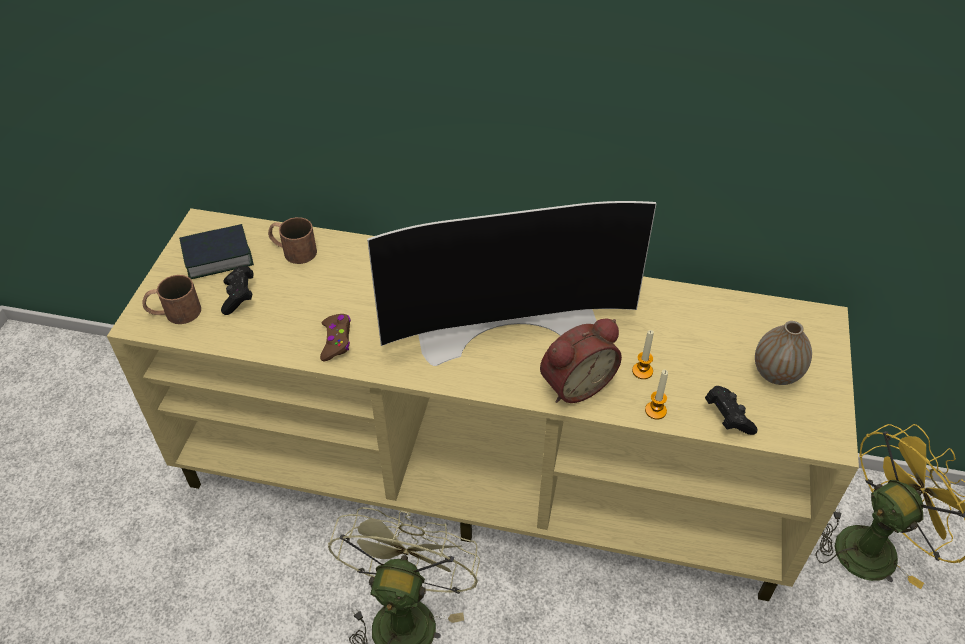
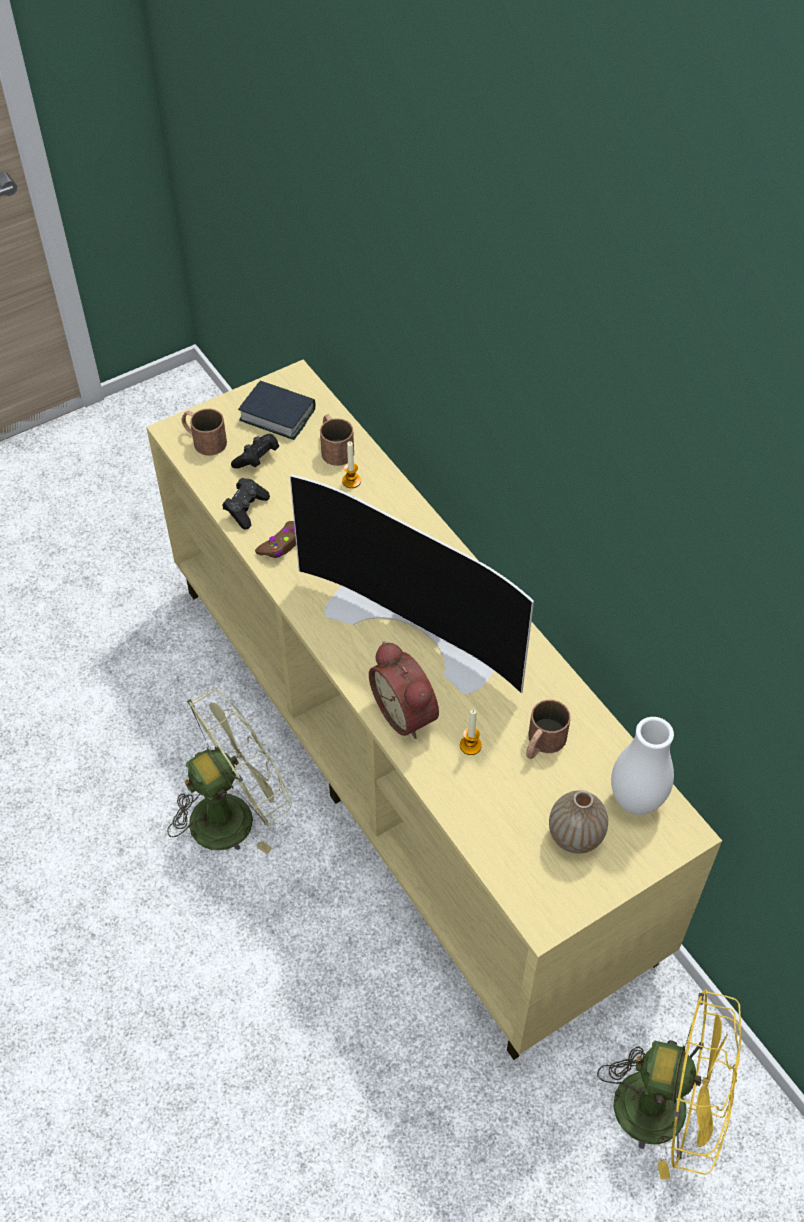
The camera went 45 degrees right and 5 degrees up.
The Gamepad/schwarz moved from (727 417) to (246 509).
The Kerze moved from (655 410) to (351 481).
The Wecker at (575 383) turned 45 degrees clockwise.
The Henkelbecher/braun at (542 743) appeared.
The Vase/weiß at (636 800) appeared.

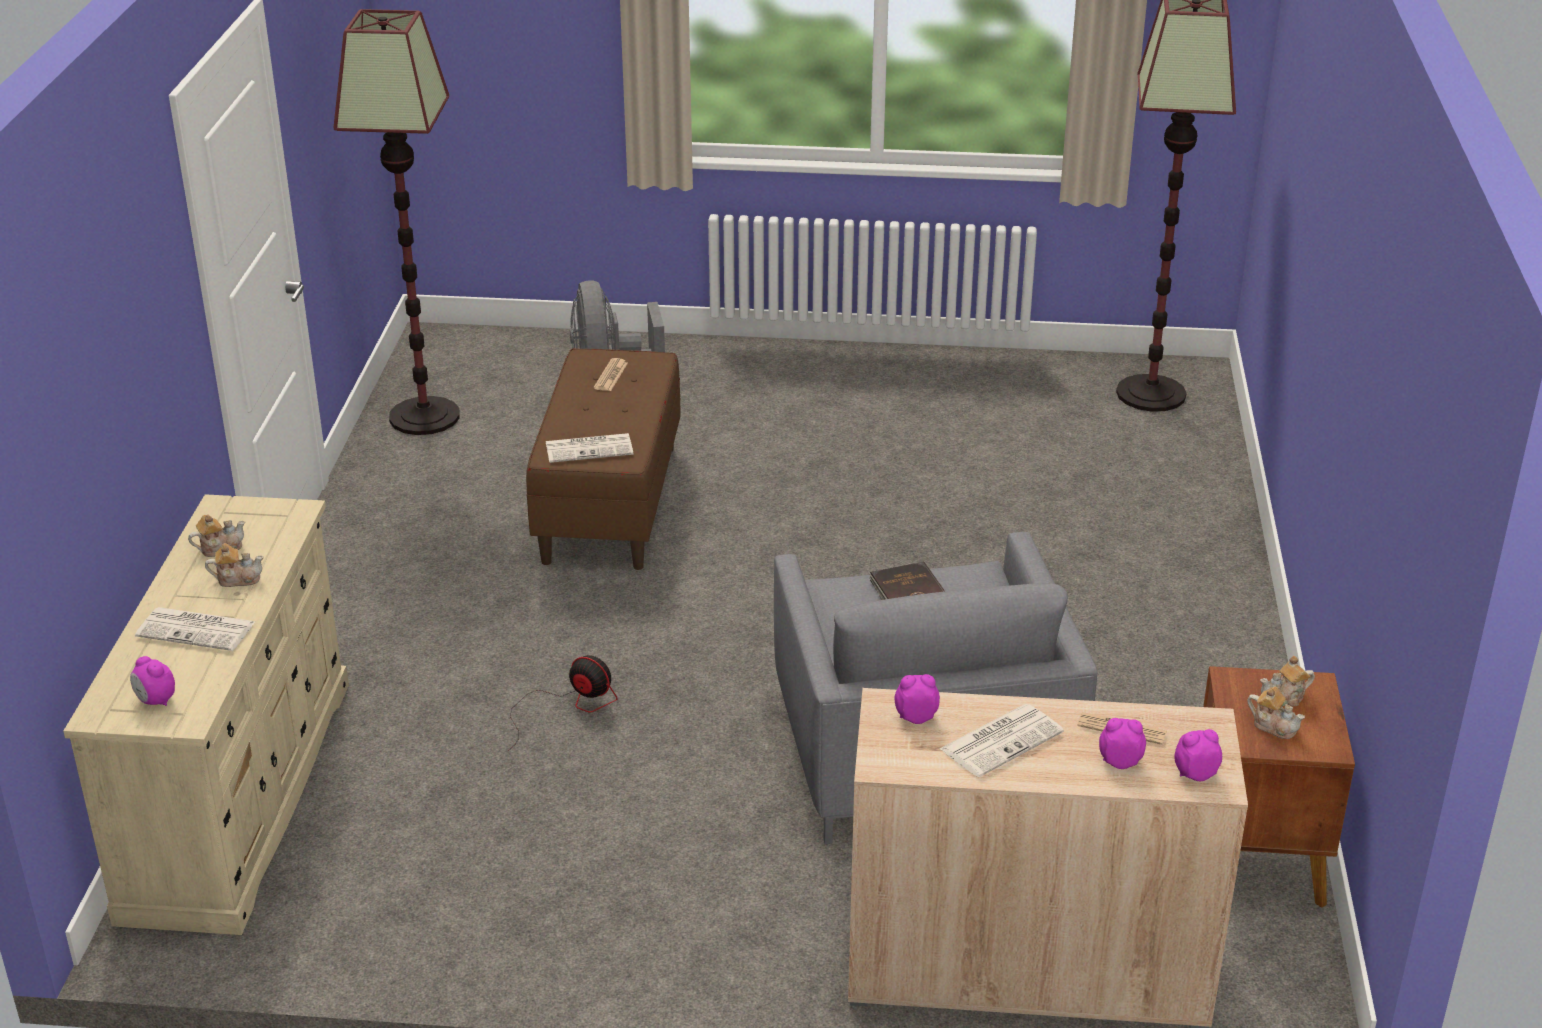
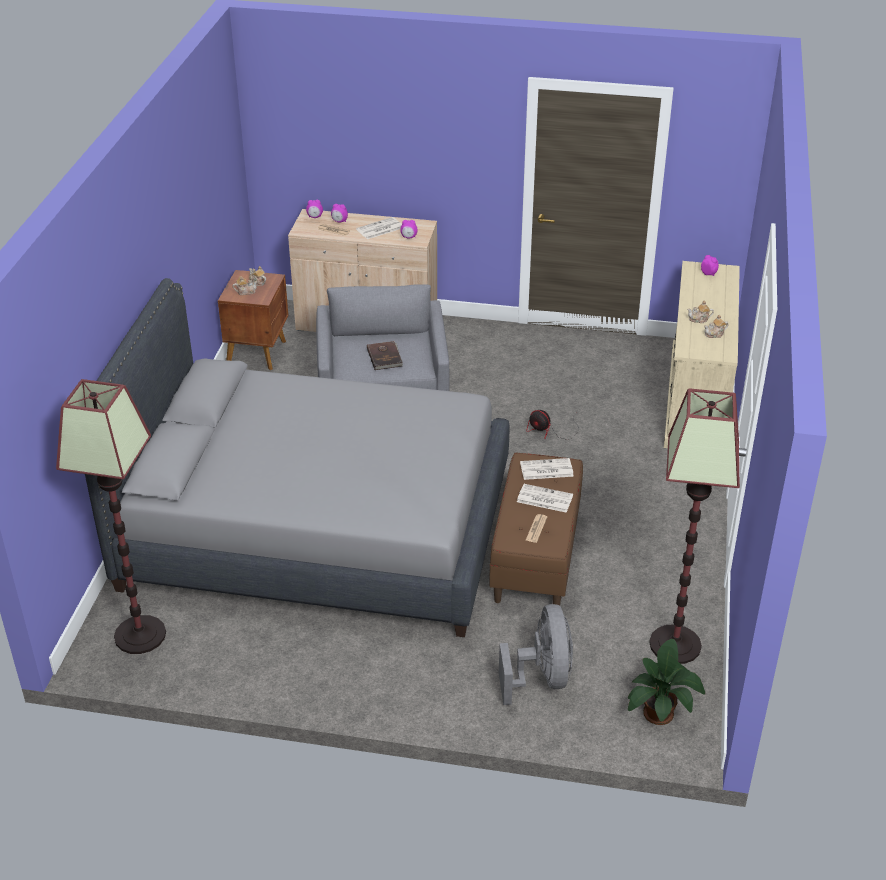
The camera went 175 degrees left and 5 degrees up.
The Bett/grau at (317 529) appeared.
The Zeitung moved from (198 630) to (544 499).
The Topfpflanze at (660 711) appeared.

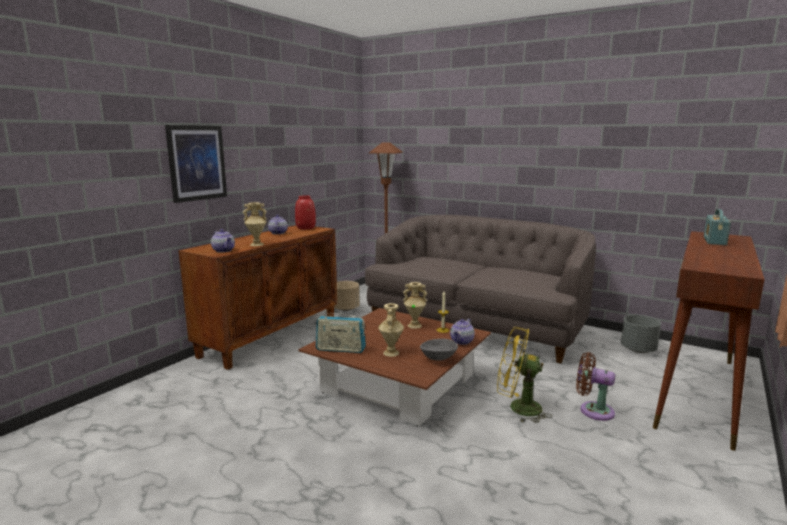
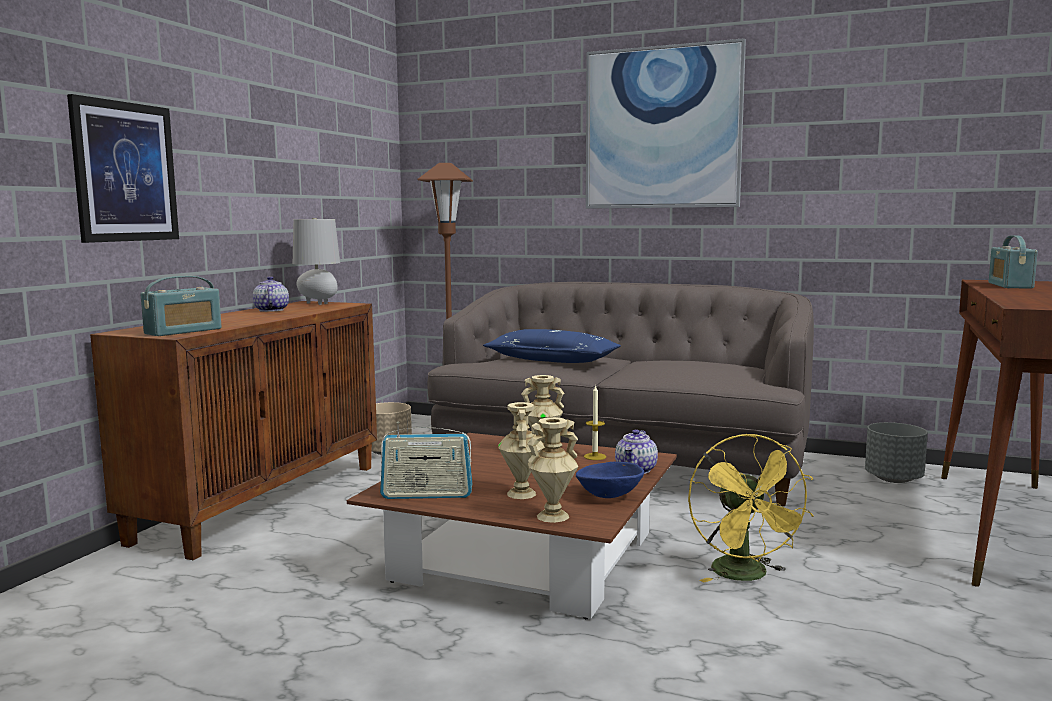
The camera went 10 degrees left and 5 degrees down.
The Teekanne at (224 250) was replaced by the Radio at (183 331).
The Vase/rot at (306 228) was replaced by the Tischlampe/grau at (318 303).
The Kissen/blau at (552 360) appeared.
The Vase/beige moved from (256 244) to (553 516).
The Schüssel/grau at (438 359) became the Schüssel/blau at (609 496).
The Bild at (662 128) appeared.
The Ventilator/gelb at (518 408) turned 105 degrees counterclockwise.
The Ventilator/braun at (593 410) disappeared.

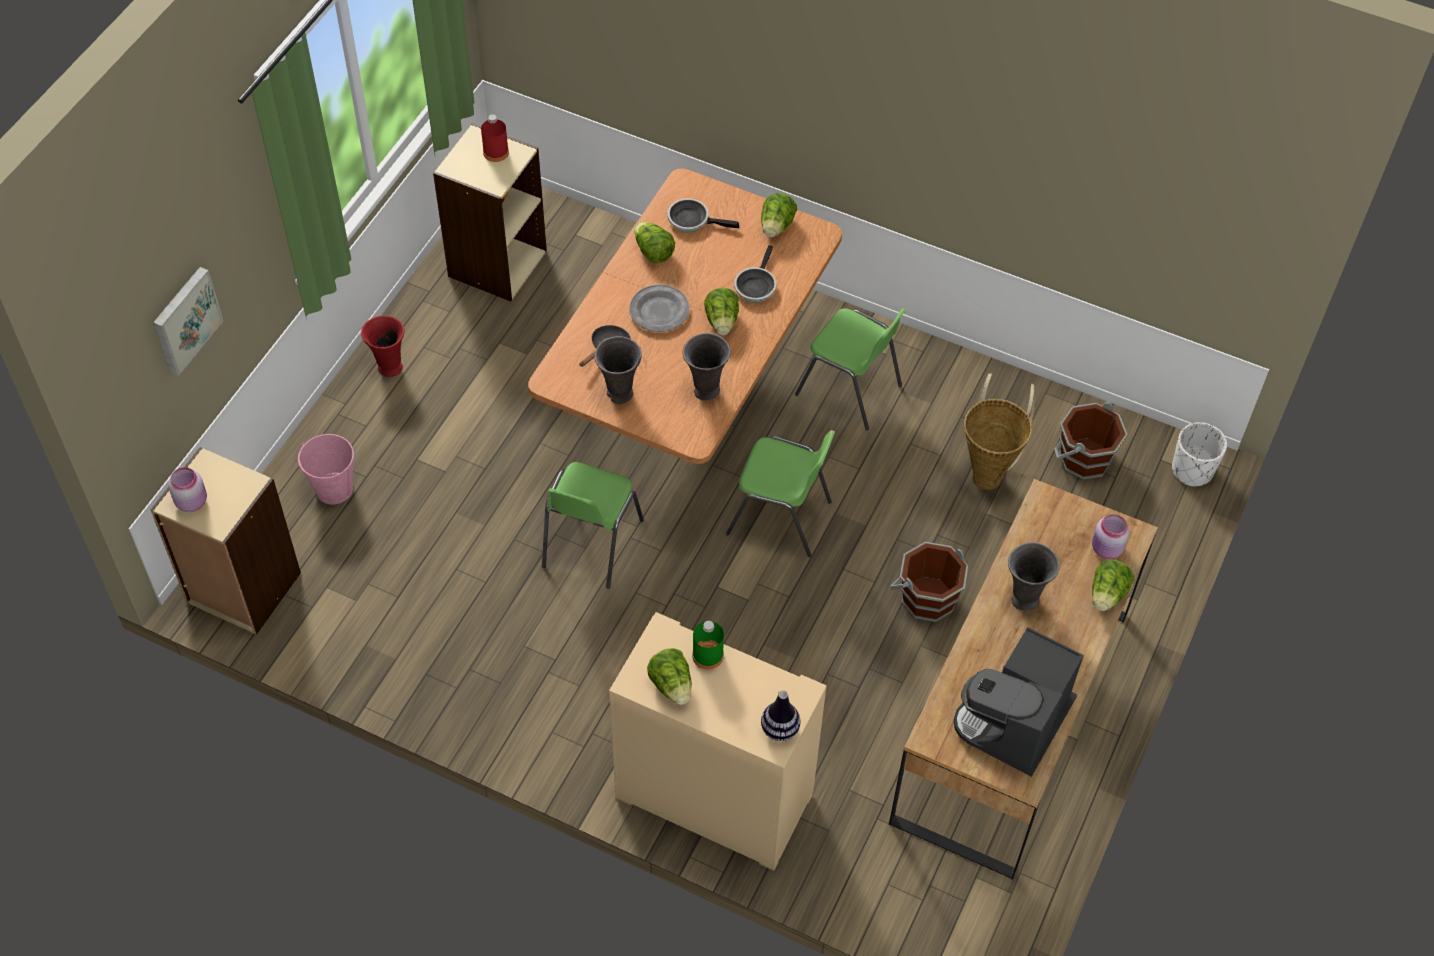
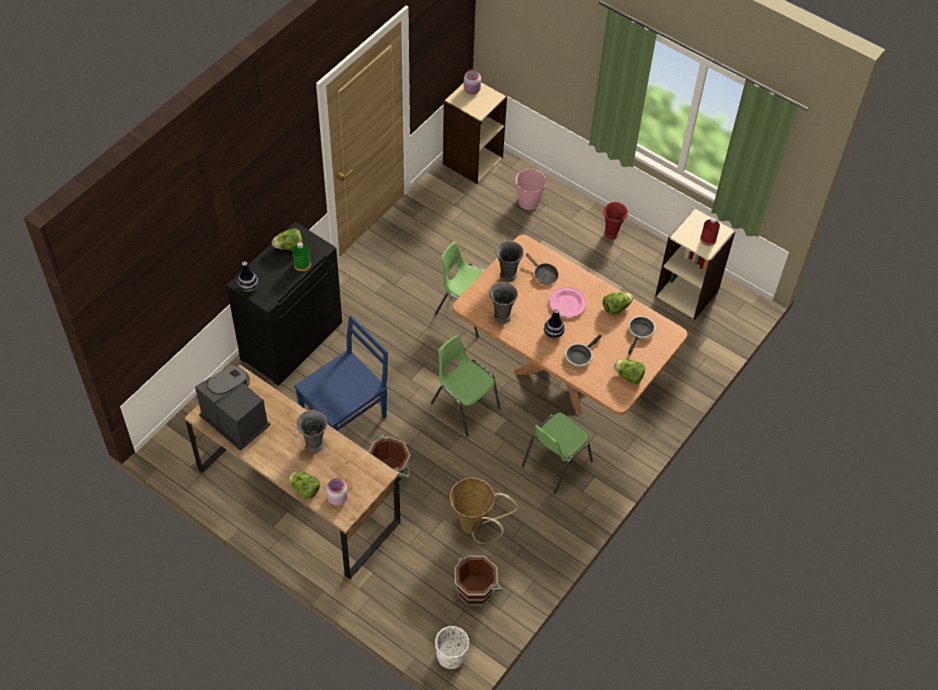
The camera went 100 degrees right and 0 degrees up.
The Schrank/beige at (712 797) became the Schrank/schwarz at (291 340).
The Stuhl/blau at (345 415) appeared.
The Stuhl/grün at (780 518) turned 105 degrees clockwise.
The Salatkopf at (722 322) was replaced by the Vase at (553 333).
The Teller/grau at (659 311) became the Teller/rosa at (567 303).
The Pfanne at (755 286) turned 75 degrees counterclockwise.
The Bild at (185 319) disappeared.

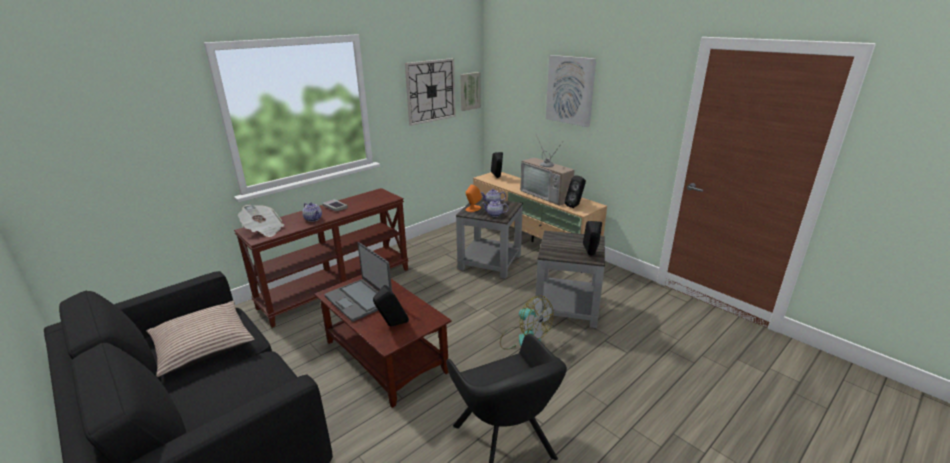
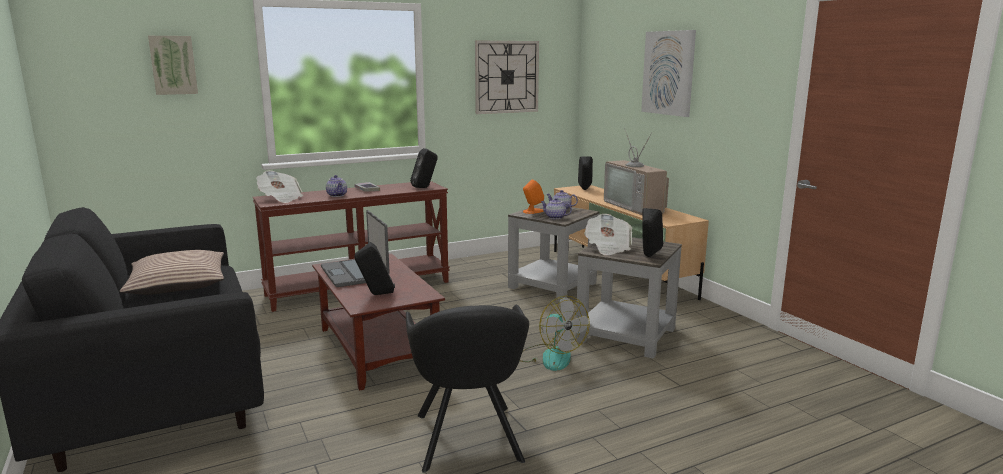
The camera went 15 degrees right and 10 degrees down.
The Bild moved from (469 91) to (173 65).
The Lautsprecher/schwarz moved from (575 206) to (425 187).
The Zeitung at (608 248) appeared.

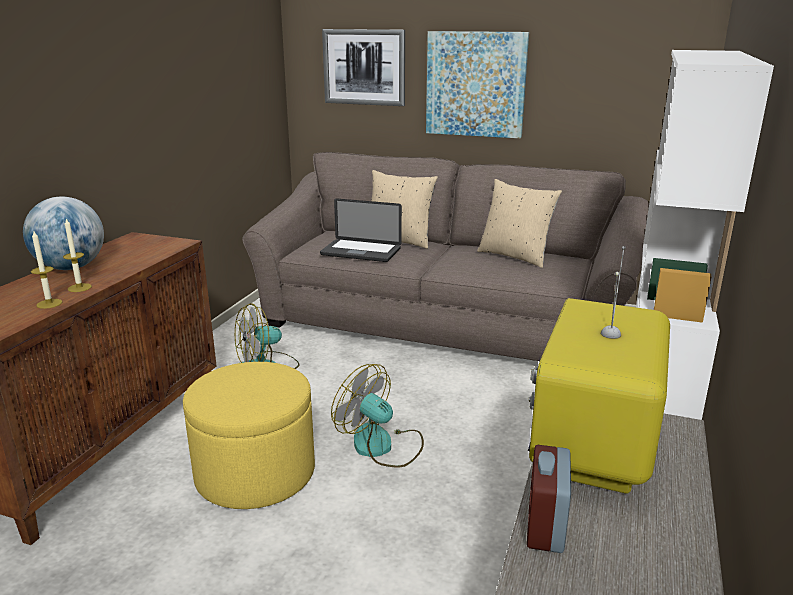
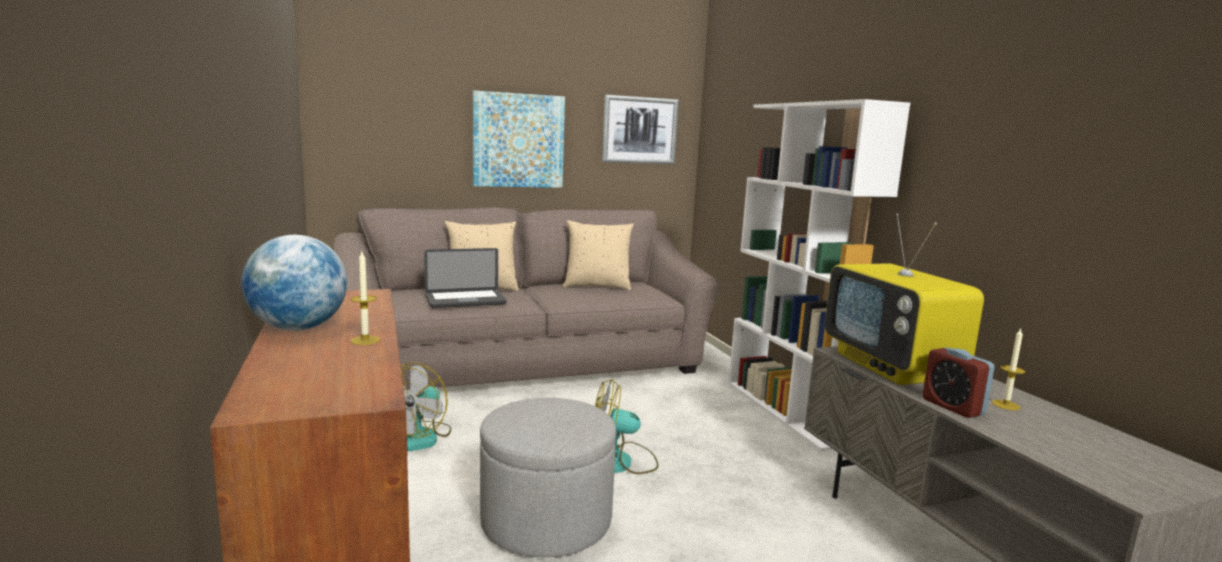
The camera went 40 degrees left and 10 degrees down.
The Polsterhocker/gelb at (255 473) became the Polsterhocker/grau at (546 520).
The Bild moved from (364 67) to (640 130).
The Kerze moved from (49 303) to (1005 405).

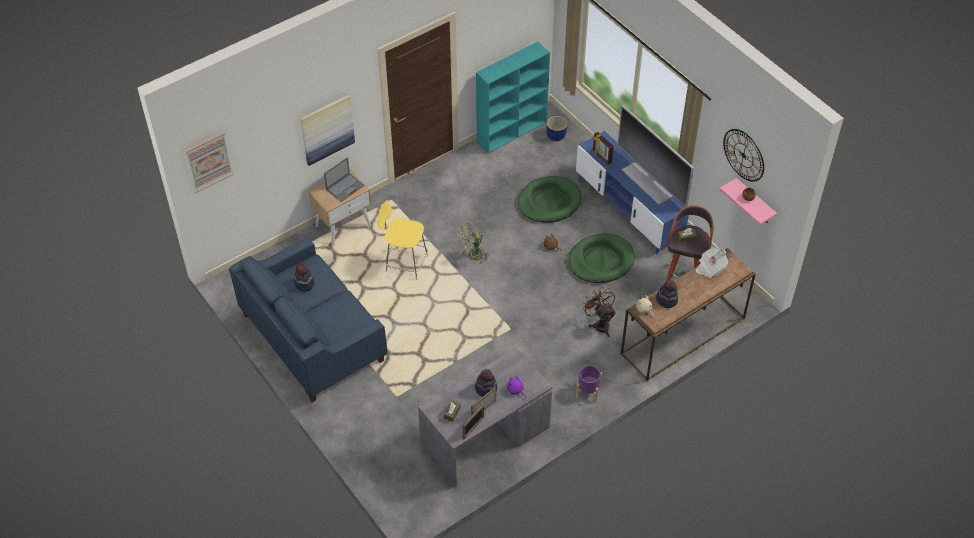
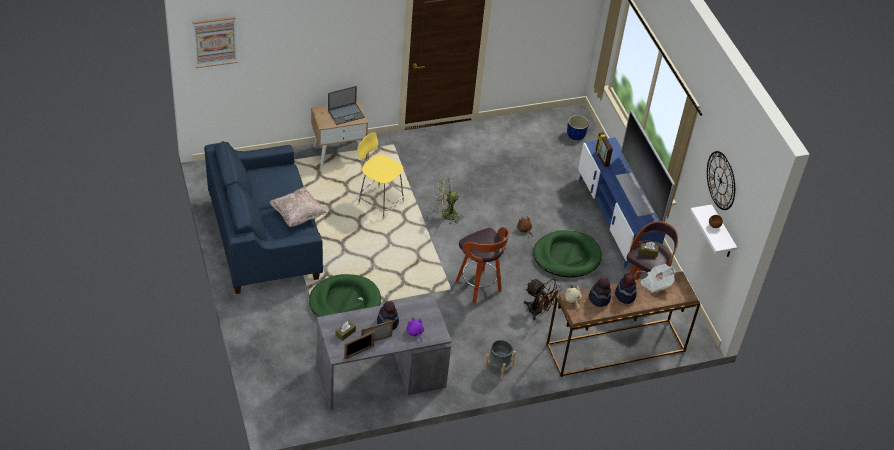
The camera went 15 degrees right and 5 degrees down.
The Kissen/beige at (298 215) appeared.
The Hundebett/grün moved from (549 202) to (345 302).
The Hocker at (479 287) appeared.
The Pflanzkübel/lila at (588 391) became the Pflanzkübel/grau at (498 367).
The Ventilator/braun at (599 323) turned 135 degrees clockwise.
The Hut moved from (304 284) to (625 295).
The Wandregal/rosa at (754 202) became the Wandregal/weiß at (721 233).
The Bild at (327 129) disappeared.
The Bücherregal/türkis at (512 131) disappeared.

